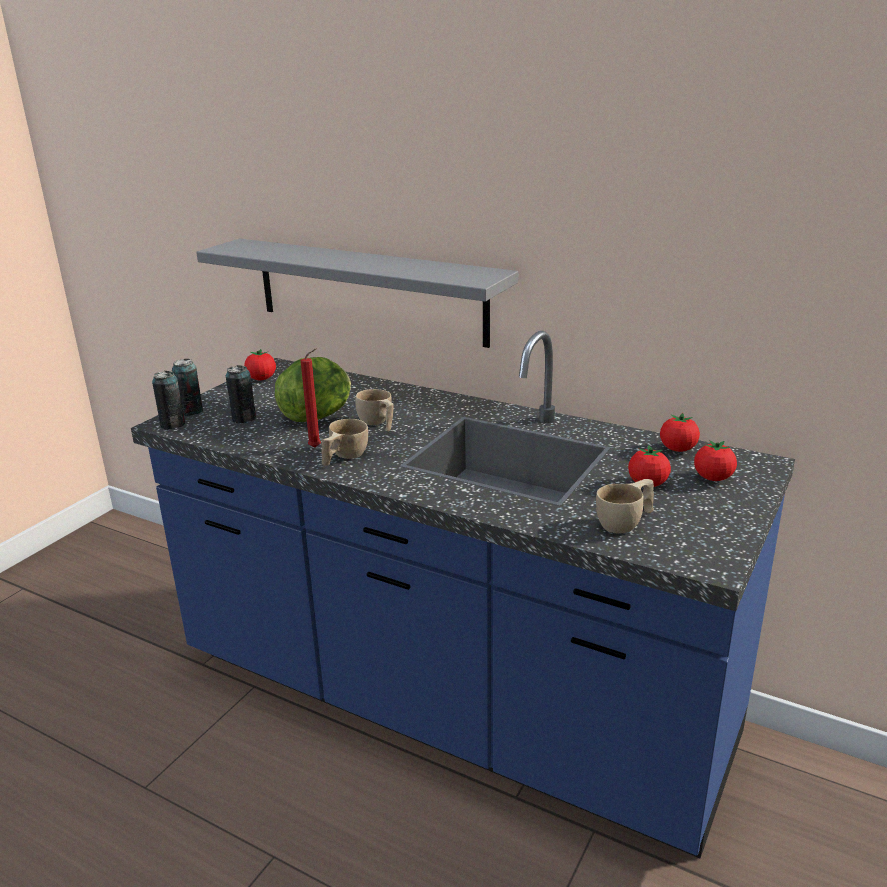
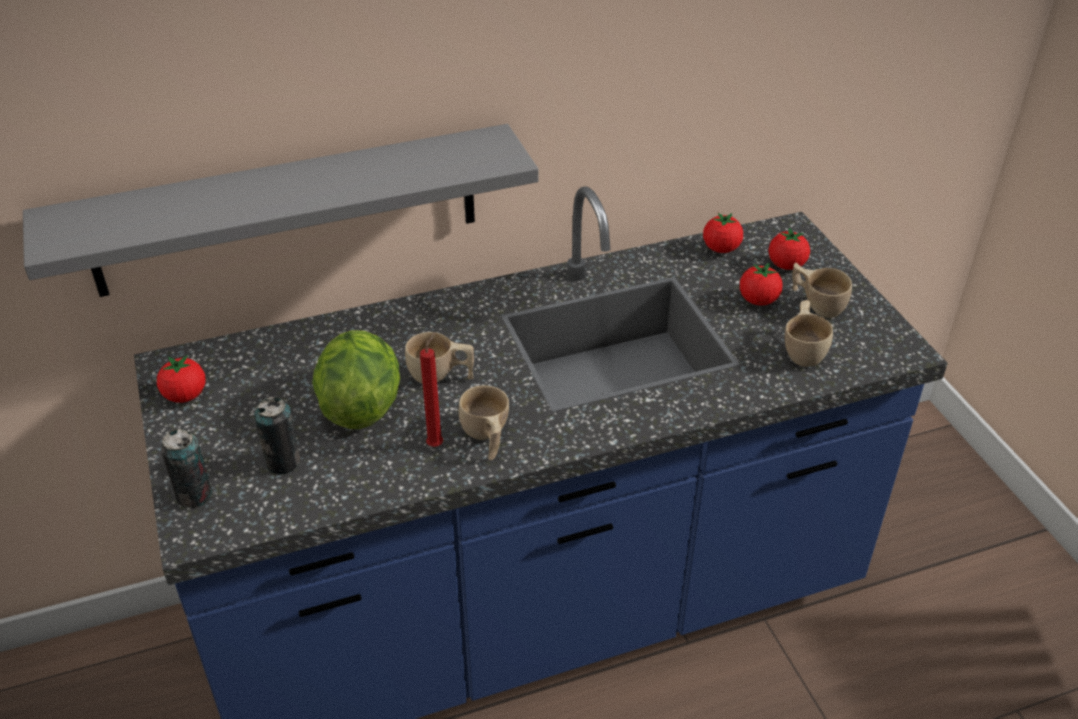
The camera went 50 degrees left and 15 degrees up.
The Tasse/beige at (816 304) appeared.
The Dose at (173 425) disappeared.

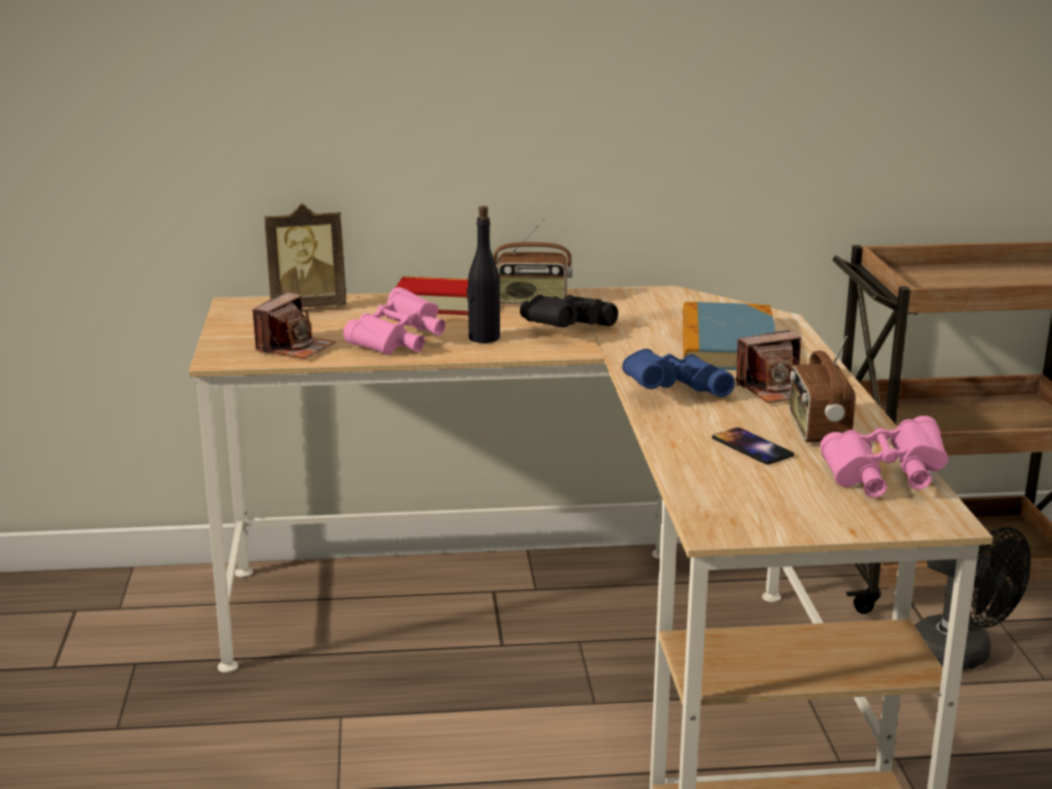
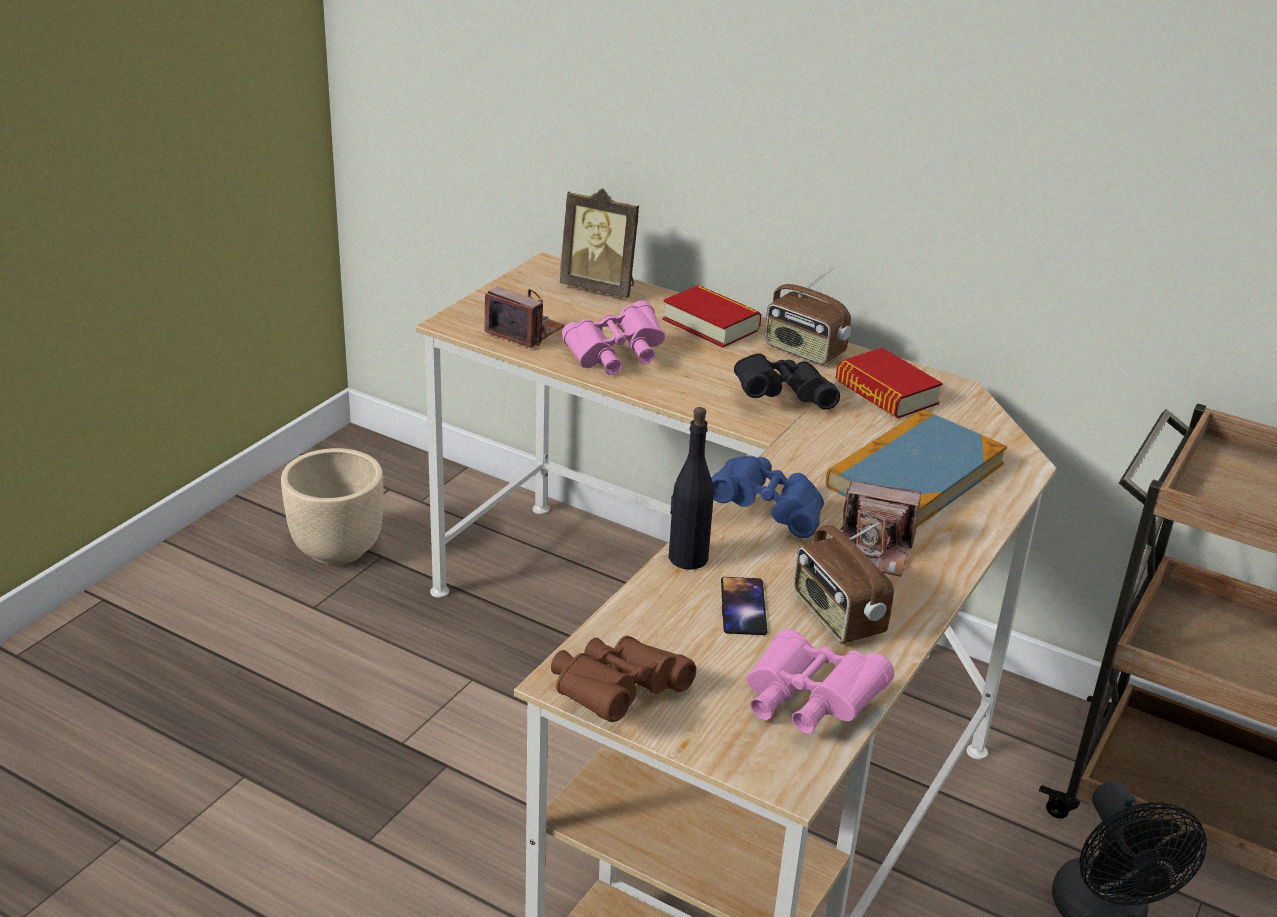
The camera went 35 degrees right and 10 degrees up.
The Pflanzkübel/beige at (336 549) appeared.
The Kamera at (295 348) turned 120 degrees counterclockwise.
The Fernglas/braun at (616 695) appeared.
The Flasche/schwarz moved from (483 338) to (687 558).
The Radio at (817 430) turned 60 degrees counterclockwise.
The Buch at (886 393) appeared.

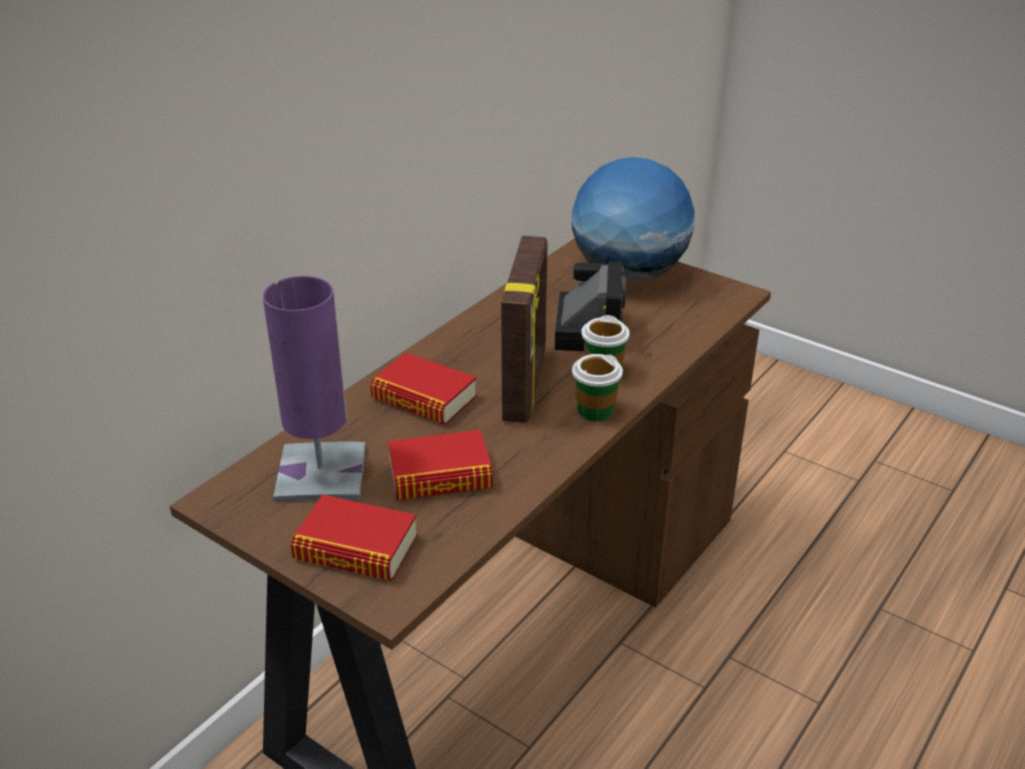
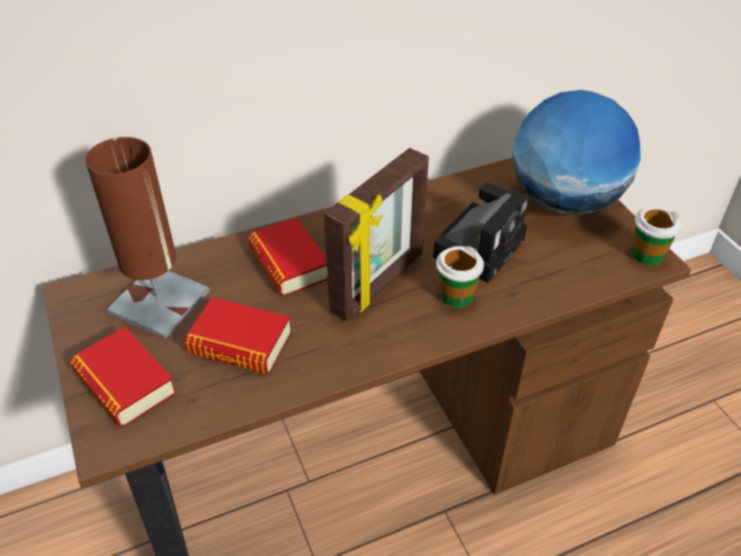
The camera went 30 degrees right and 10 degrees up.
The Tischlampe/lila at (321 473) became the Tischlampe/braun at (159 302).
The Tasse moved from (595 410) to (646 254).

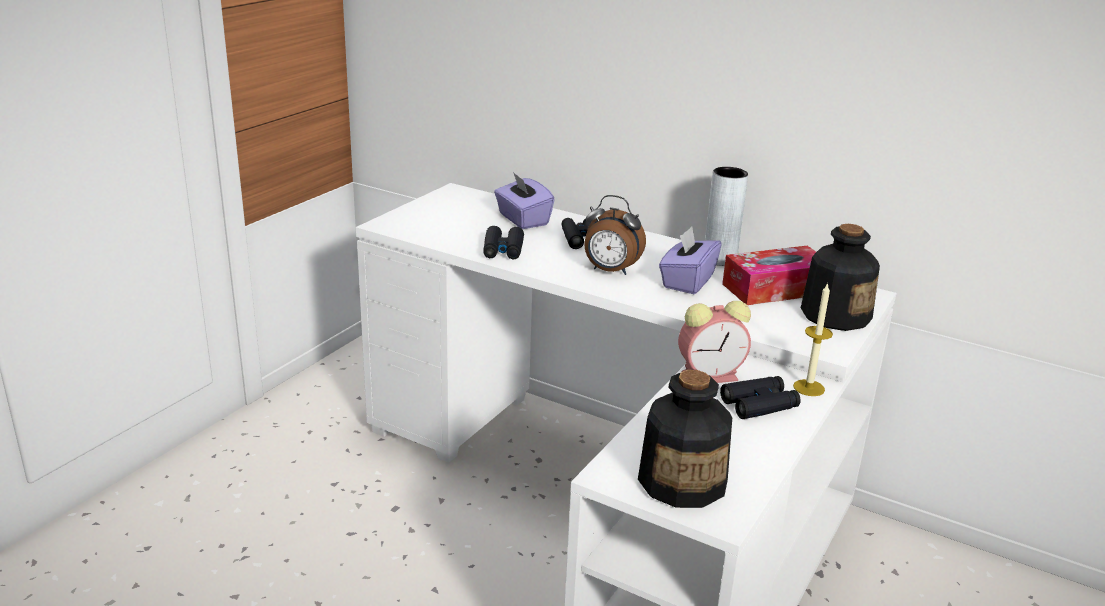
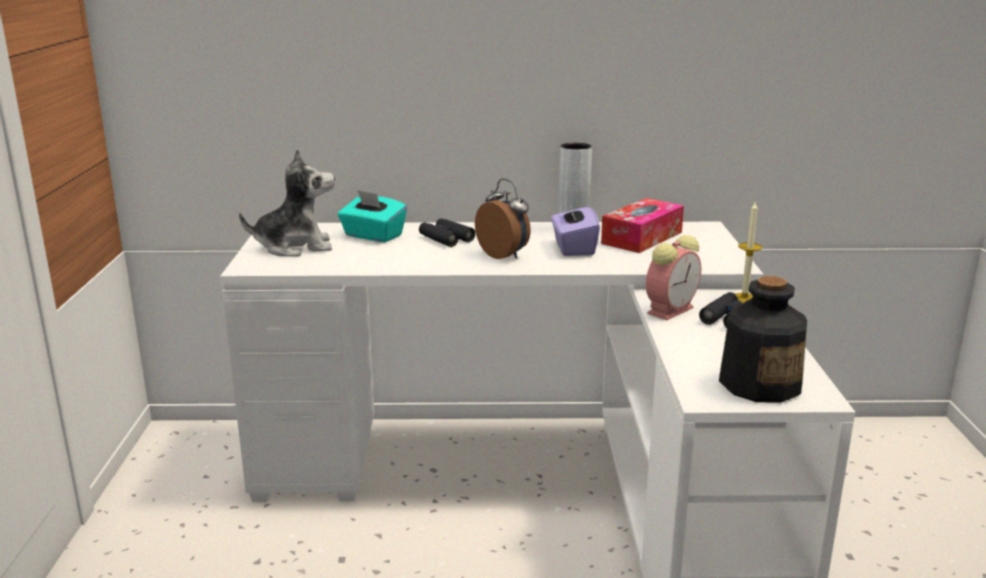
The camera went 30 degrees left and 5 degrees down.
The Plüschtier at (295 247) appeared.
The Taschentuchbox/lila at (522 219) became the Taschentuchbox/türkis at (373 236).
The Wecker at (610 271) turned 120 degrees counterclockwise.
The Fernglas/schwarz at (503 250) disappeared.
The Flasche at (835 315) disappeared.

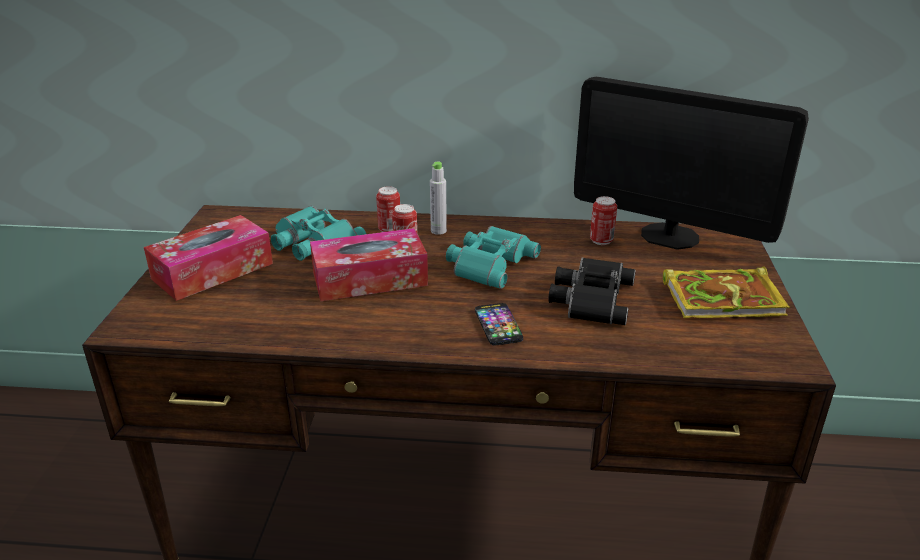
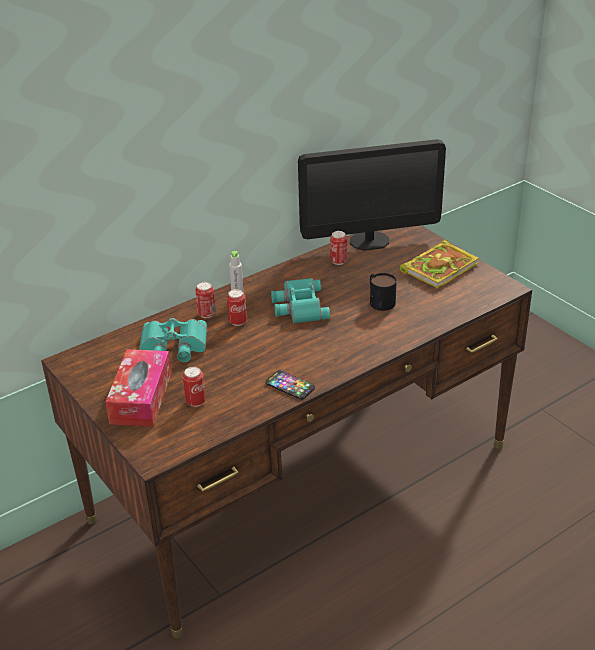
The camera went 40 degrees left and 5 degrees up.
The Dose at (195 401) appeared.
The Handy moved from (498 325) to (290 386).
The Fernglas/schwarz at (590 298) was replaced by the Henkelbecher at (379 300).
The Taschentuchbox at (370 279) disappeared.

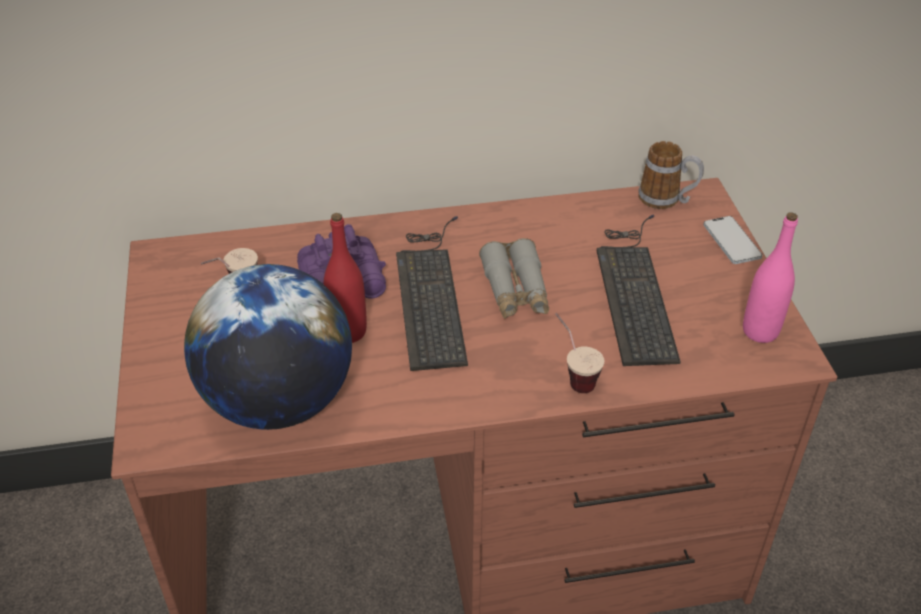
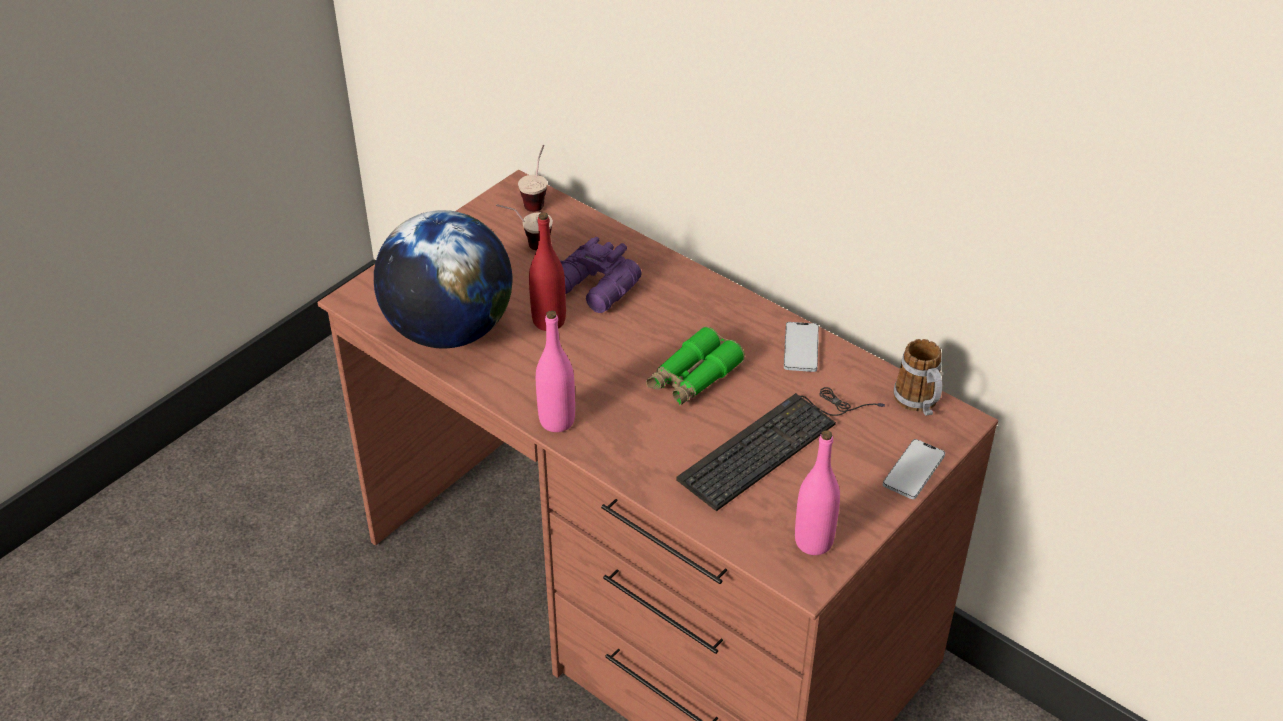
The camera went 50 degrees right and 0 degrees up.
The Tasse moved from (572 375) to (537 199).
The Flasche/rosa at (557 421) appeared.
The Fernglas/grau at (515 290) became the Fernglas/grün at (693 377).
The Handy at (801 348) appeared.
The Tastatur at (431 293) disappeared.

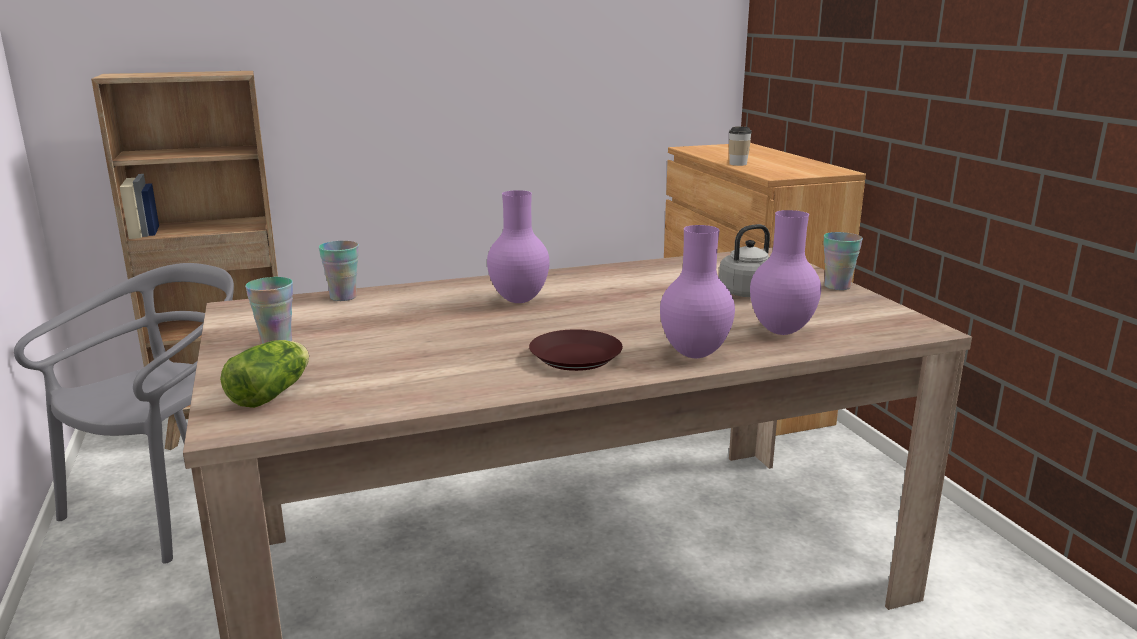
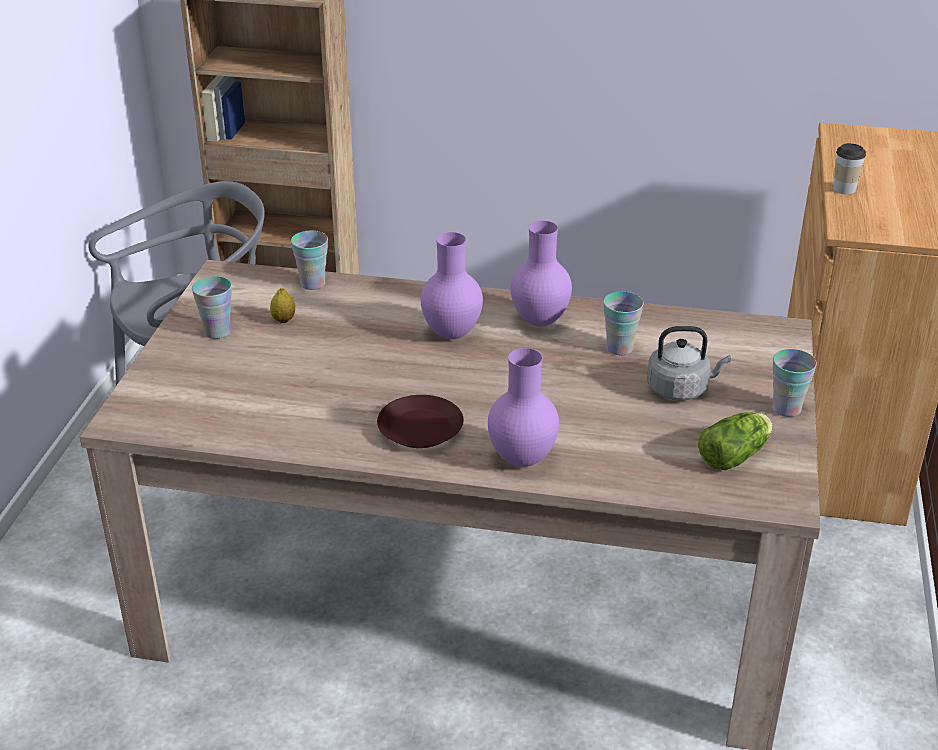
The camera went 30 degrees right and 15 degrees up.
The Zitrone at (283 320) appeared.
The Vase/lila moved from (781 332) to (538 322).
The Tasse at (619 348) appeared.
The Salatkopf moved from (274 393) to (736 455).

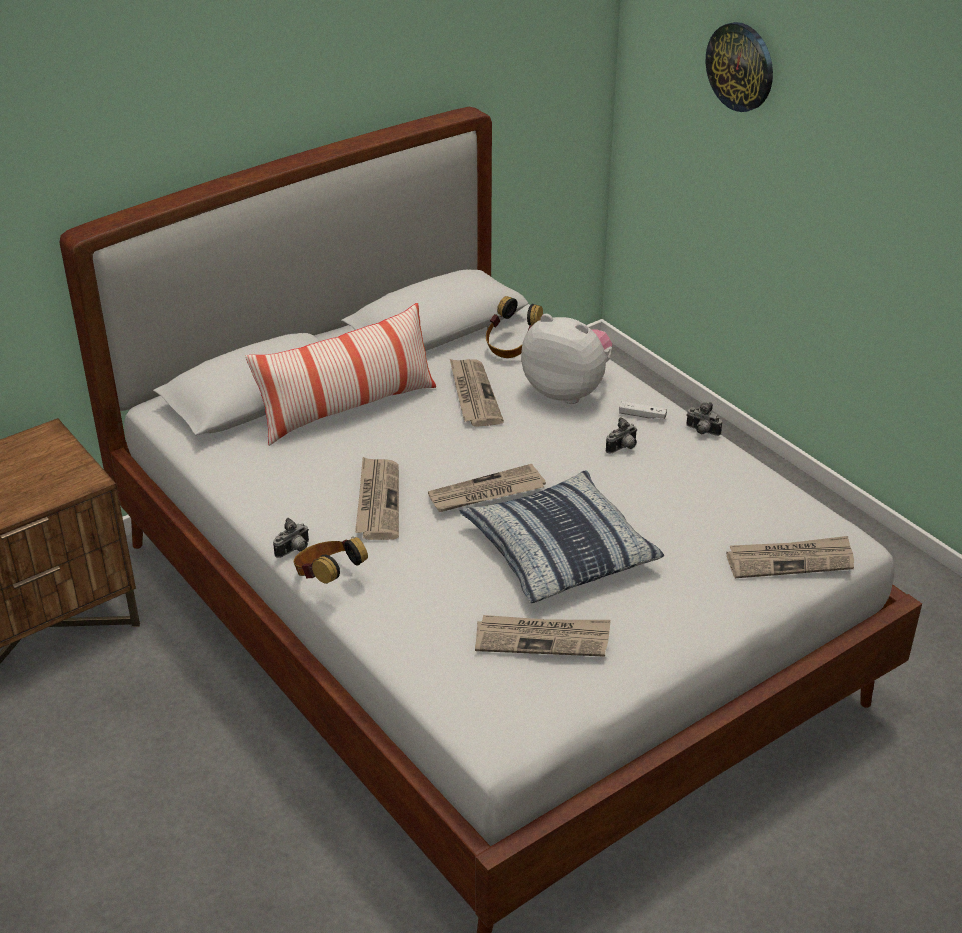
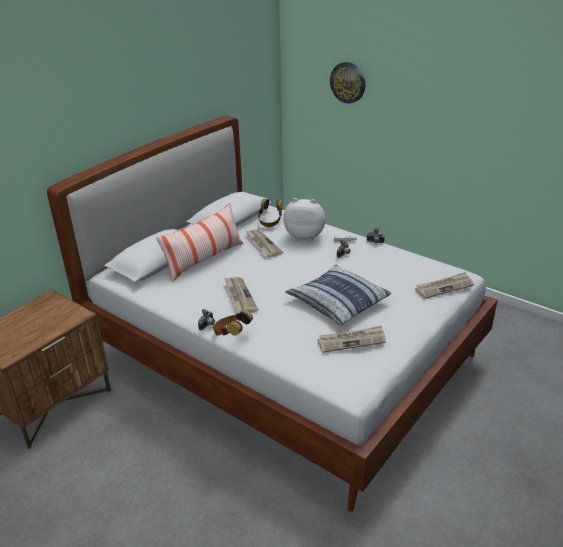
The camera went 15 degrees left and 5 degrees down.
The Zeitung at (486 493) disappeared.

